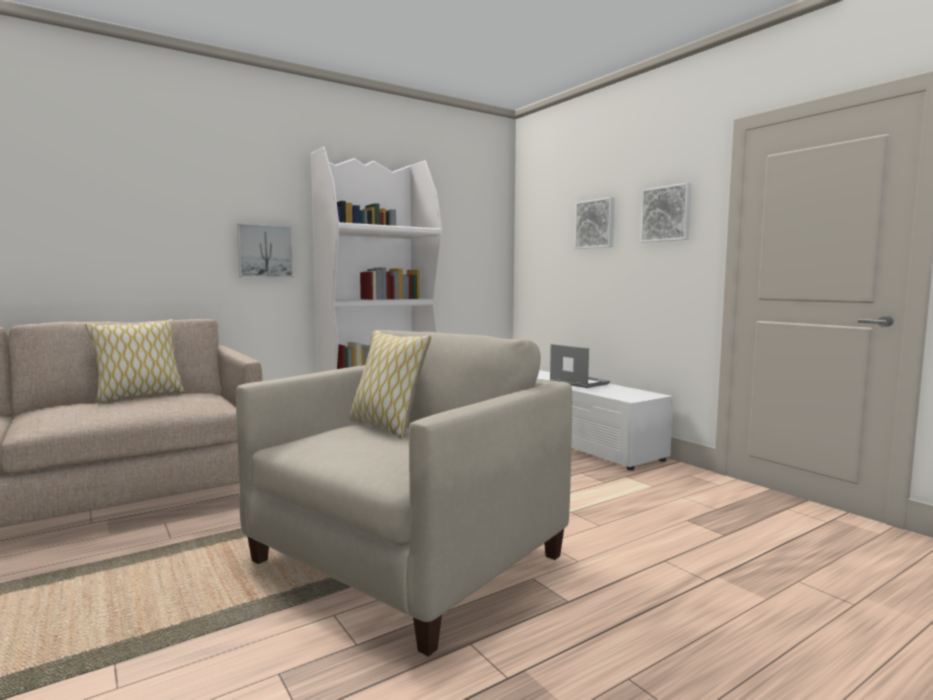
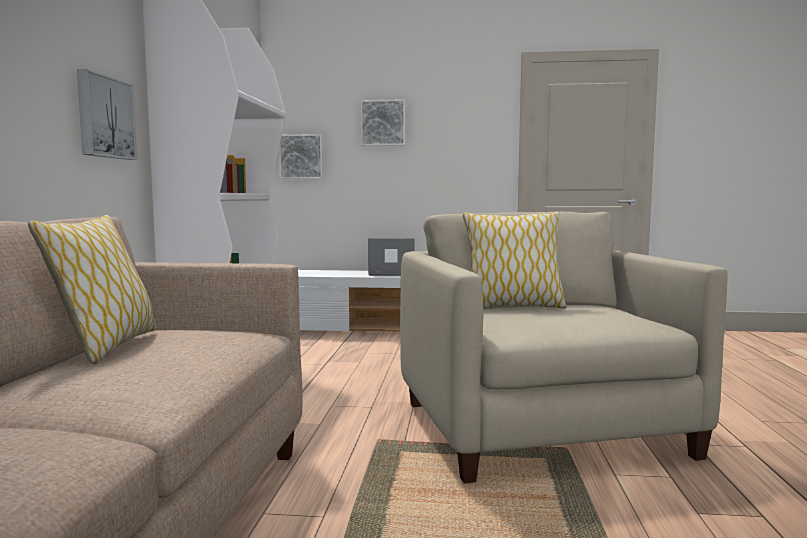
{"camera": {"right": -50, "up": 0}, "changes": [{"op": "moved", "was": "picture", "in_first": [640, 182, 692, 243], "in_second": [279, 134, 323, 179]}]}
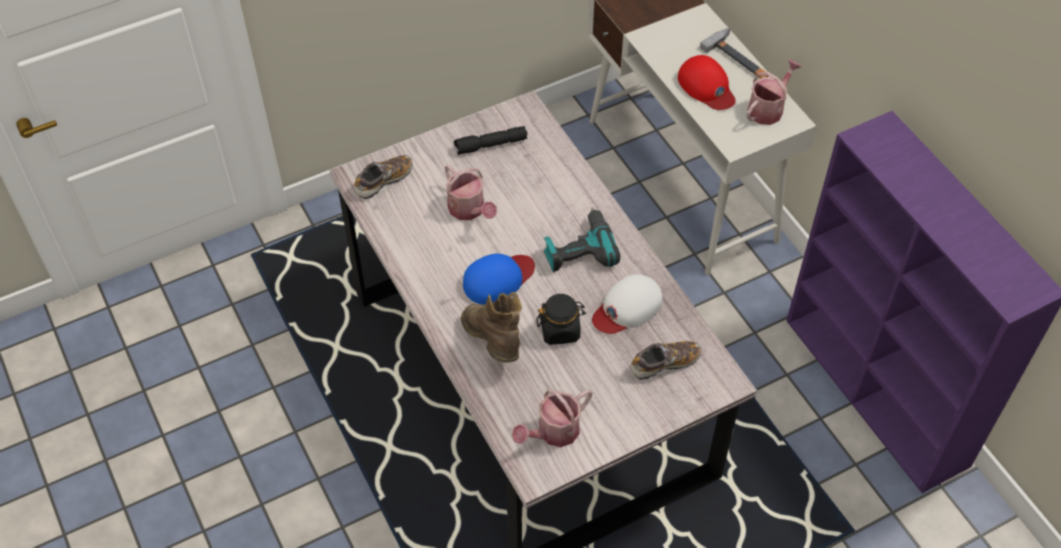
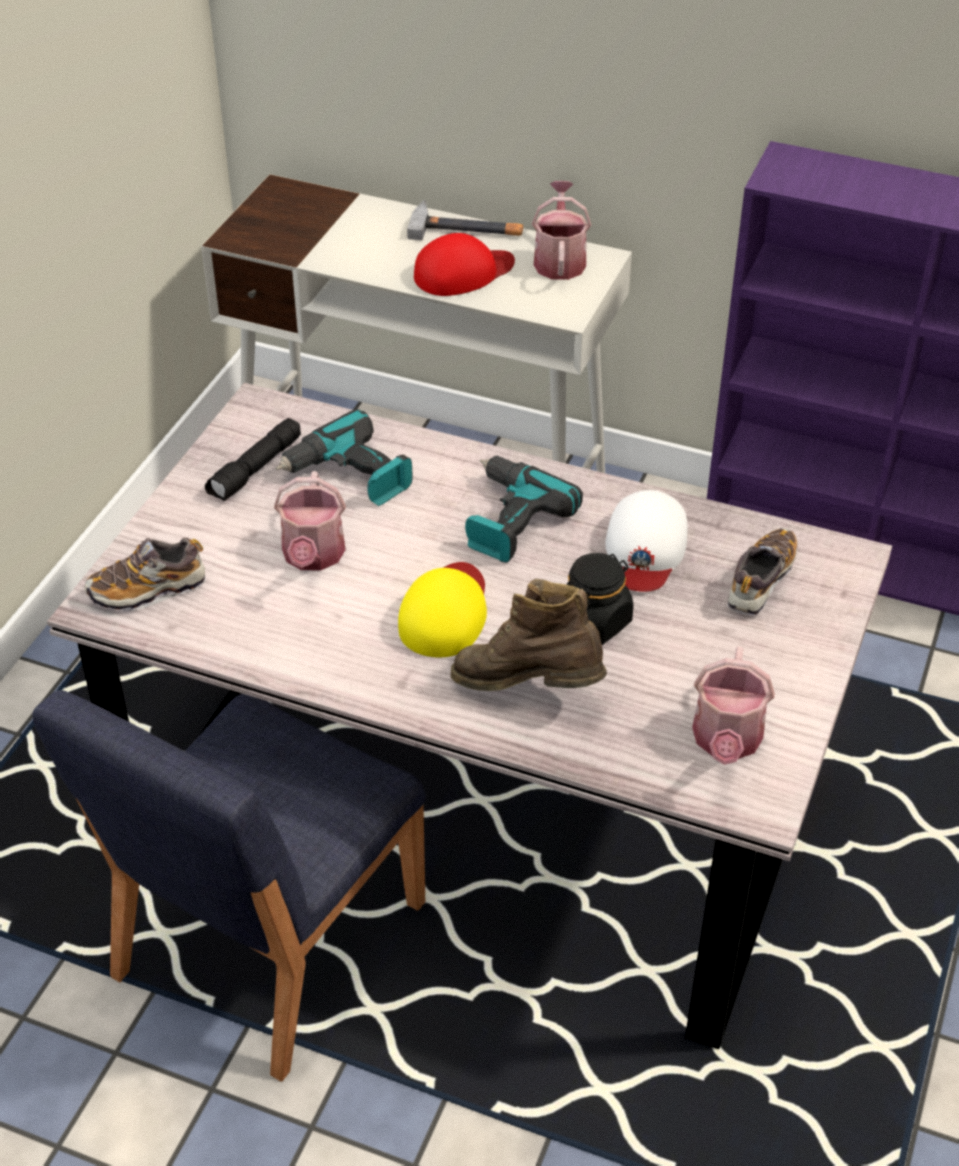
{"camera": {"right": -40, "up": -10}, "changes": [{"op": "turned", "was": "peaked cap/reddish", "in_first": [678, 55, 736, 110], "in_second": [414, 233, 515, 296], "clockwise": -45}, {"op": "turned", "was": "item of footwear", "in_first": [354, 155, 413, 200], "in_second": [85, 538, 206, 611], "clockwise": -120}, {"op": "turned", "was": "watering pot", "in_first": [445, 165, 497, 220], "in_second": [274, 471, 346, 570], "clockwise": 75}, {"op": "recoloured", "was": "peaked cap/bluish", "now": "peaked cap/yellowish", "in_first": [463, 254, 535, 305], "in_second": [398, 562, 487, 658]}, {"op": "added", "now": "drill", "in_second": [276, 409, 412, 506]}, {"op": "added", "now": "plain chair/bluish", "in_second": [32, 690, 426, 1082]}]}
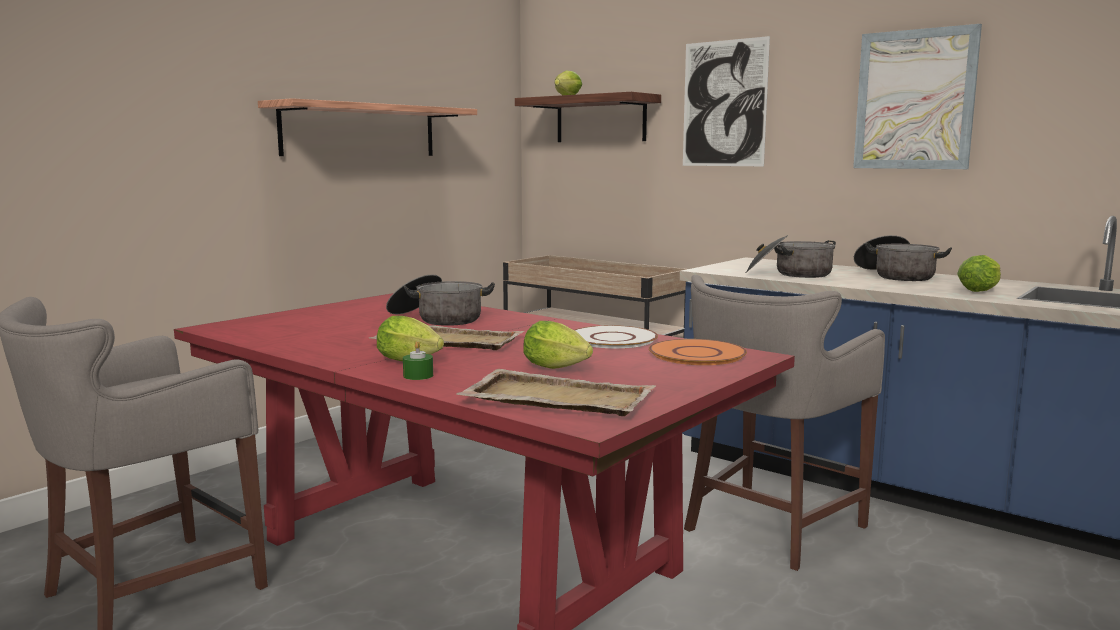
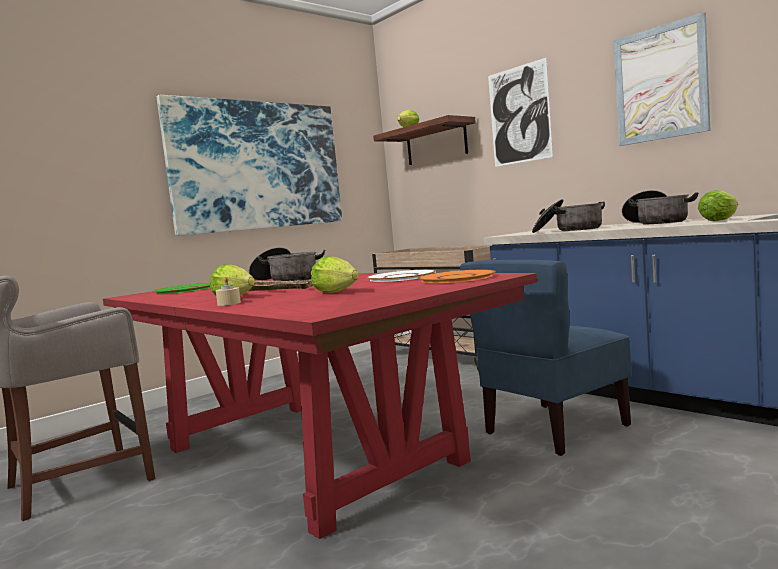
{"camera": {"right": 10, "up": -5}, "changes": [{"op": "replaced", "was": "wall shelf", "now": "picture", "in_first": [258, 98, 477, 156], "in_second": [157, 95, 342, 236]}, {"op": "replaced", "was": "stool seat/gray", "now": "plain chair/bluish", "in_first": [684, 275, 885, 571], "in_second": [460, 260, 631, 456]}, {"op": "recoloured", "was": "wax candle/green", "now": "wax candle/sand-coloured", "in_first": [403, 341, 433, 380], "in_second": [216, 277, 241, 306]}, {"op": "removed", "was": "carrying tray/sand-coloured", "in_first": [456, 369, 656, 416]}, {"op": "added", "now": "dinner plate/green", "in_second": [153, 283, 210, 294]}]}
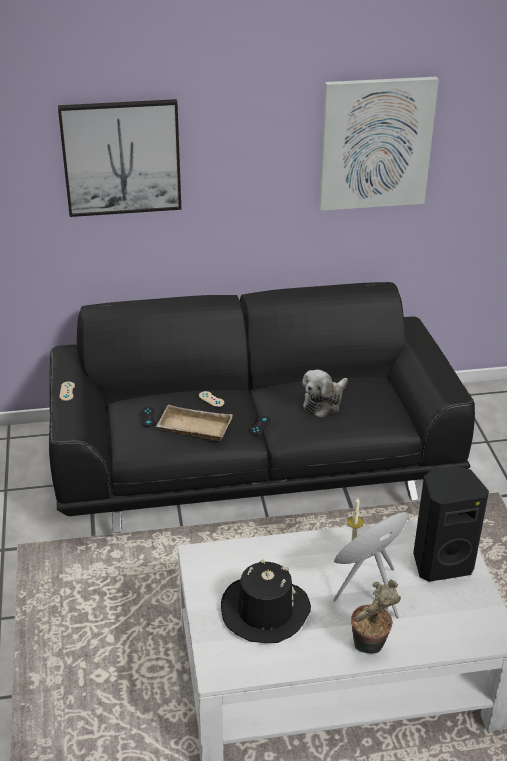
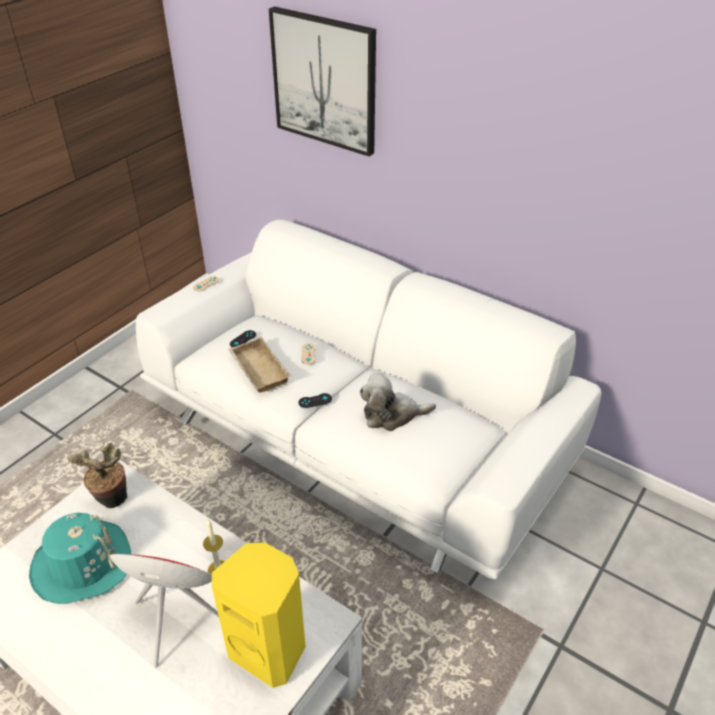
{"camera": {"right": 45, "up": 5}, "changes": [{"op": "removed", "was": "picture", "in_first": [319, 77, 439, 211]}, {"op": "recoloured", "was": "couch/black", "now": "couch/white-coloured", "in_first": [49, 282, 475, 533], "in_second": [136, 219, 602, 579]}, {"op": "recoloured", "was": "loudspeaker/black", "now": "loudspeaker/yellowish", "in_first": [413, 466, 489, 582], "in_second": [212, 543, 306, 688]}, {"op": "recoloured", "was": "clothing hat/black", "now": "clothing hat/blue-green", "in_first": [221, 559, 311, 643], "in_second": [29, 513, 131, 604]}, {"op": "moved", "was": "plant in a pot", "in_first": [351, 579, 401, 654], "in_second": [68, 443, 127, 508]}]}
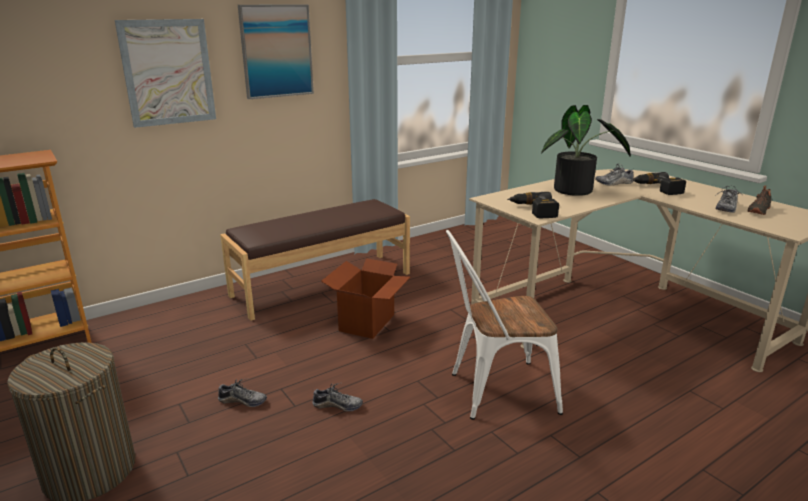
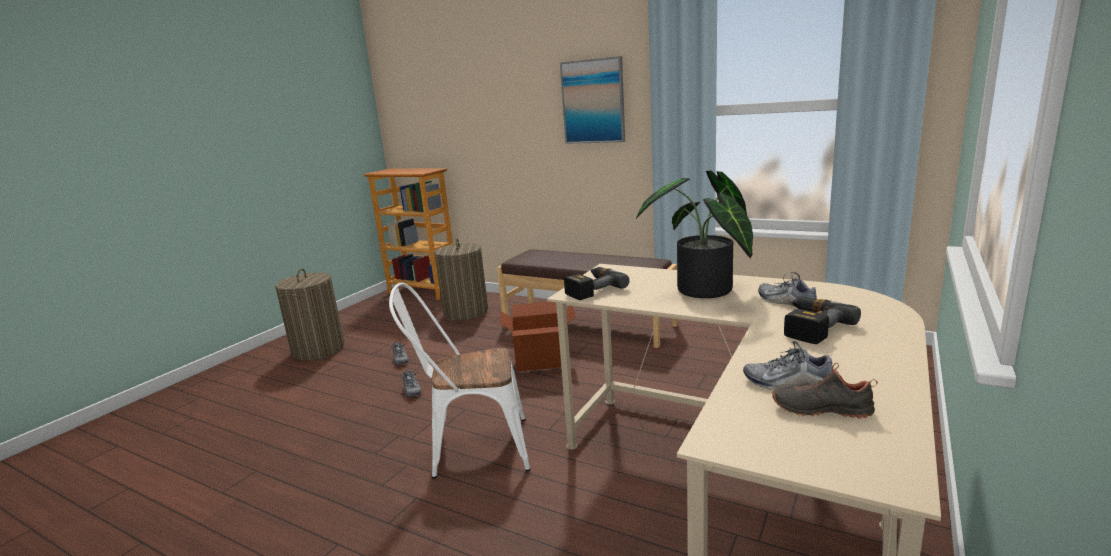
{"camera": {"right": 65, "up": -5}, "changes": [{"op": "removed", "was": "picture", "in_first": [115, 19, 216, 128]}, {"op": "turned", "was": "plain chair/white-coloured", "in_first": [446, 230, 563, 420], "in_second": [389, 283, 530, 479], "clockwise": -60}, {"op": "added", "now": "laundry basket", "in_second": [434, 238, 488, 320]}]}
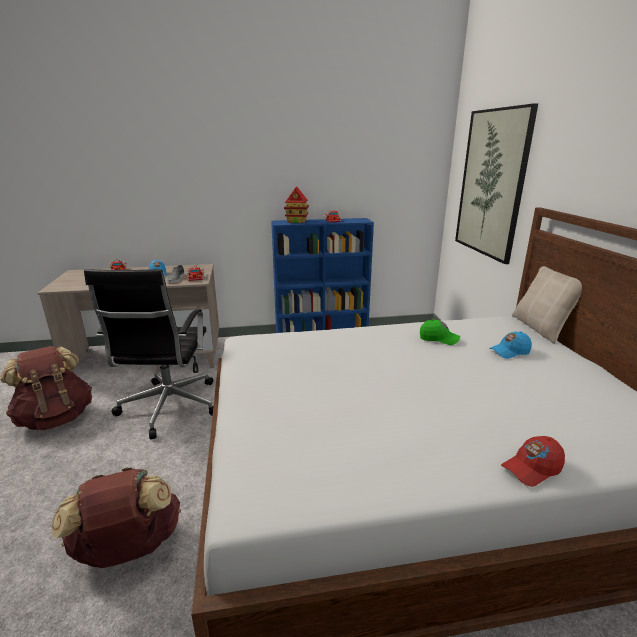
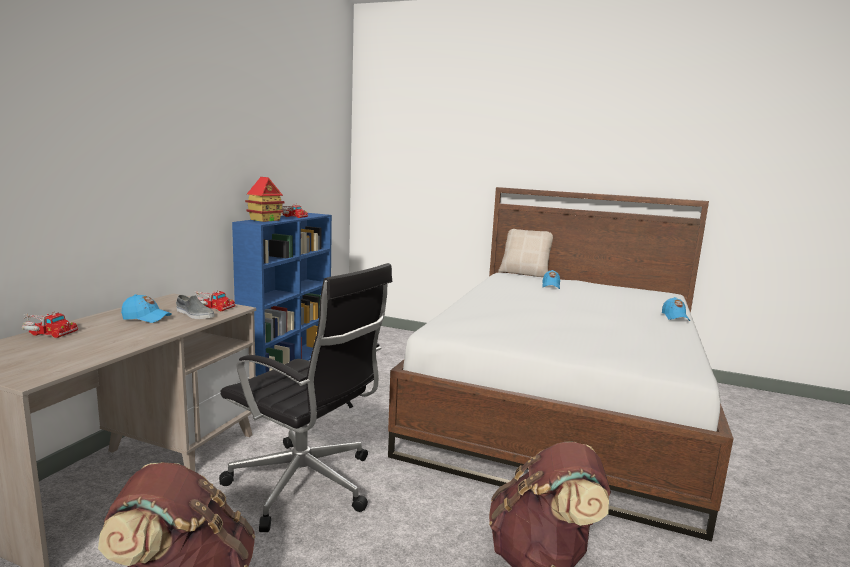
{"camera": {"right": -60, "up": -10}, "changes": [{"op": "removed", "was": "picture", "in_first": [455, 103, 538, 264]}, {"op": "removed", "was": "peaked cap/green", "in_first": [420, 319, 460, 345]}, {"op": "recoloured", "was": "peaked cap/reddish", "now": "peaked cap/bluish", "in_first": [501, 436, 565, 487], "in_second": [662, 297, 690, 321]}]}
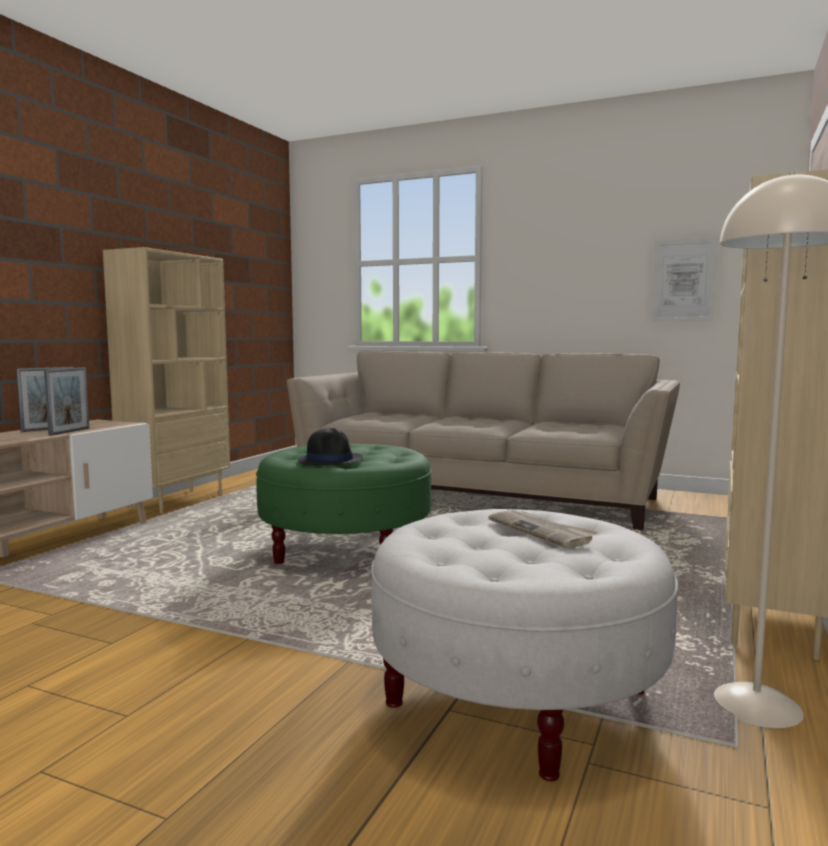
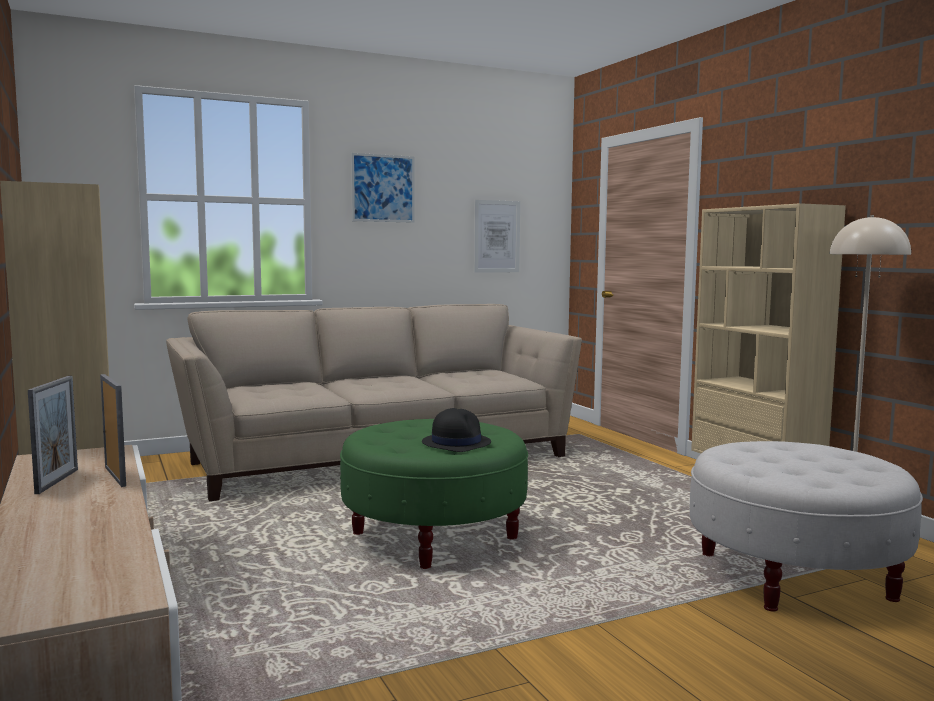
{"camera": {"right": -50, "up": 0}, "changes": [{"op": "removed", "was": "daily paper", "in_first": [488, 510, 597, 548]}, {"op": "added", "now": "picture", "in_second": [351, 153, 415, 223]}]}
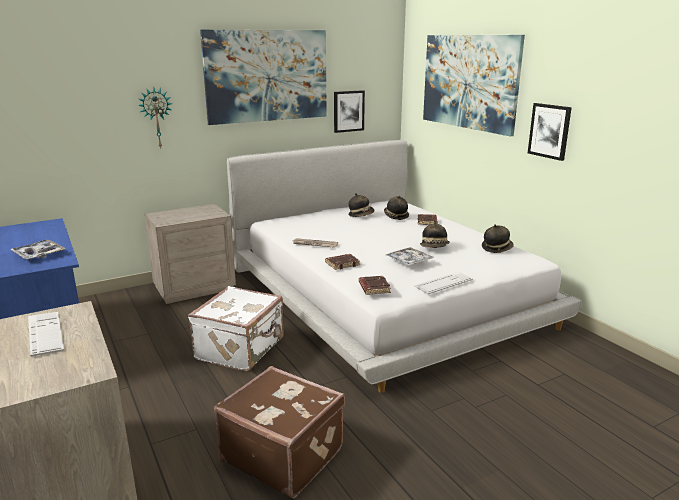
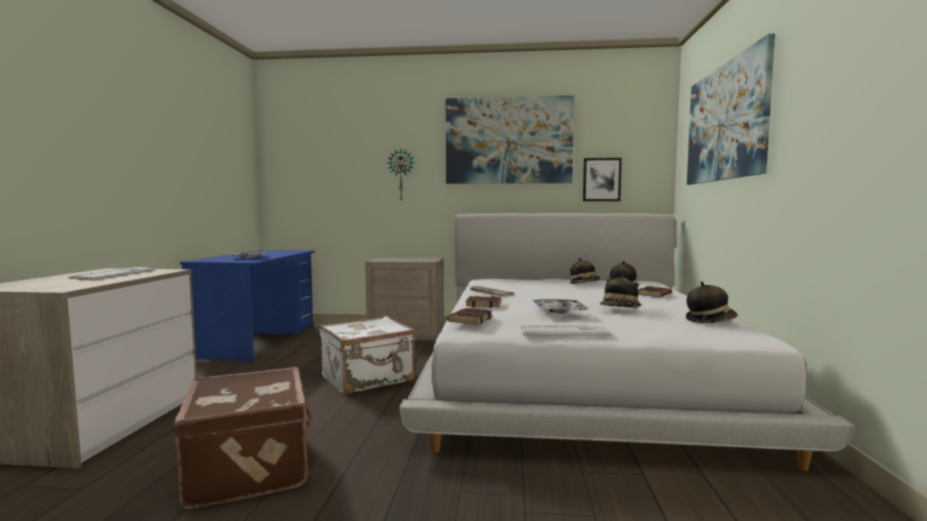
{"camera": {"right": 35, "up": -15}, "changes": [{"op": "removed", "was": "picture", "in_first": [528, 103, 572, 161]}]}
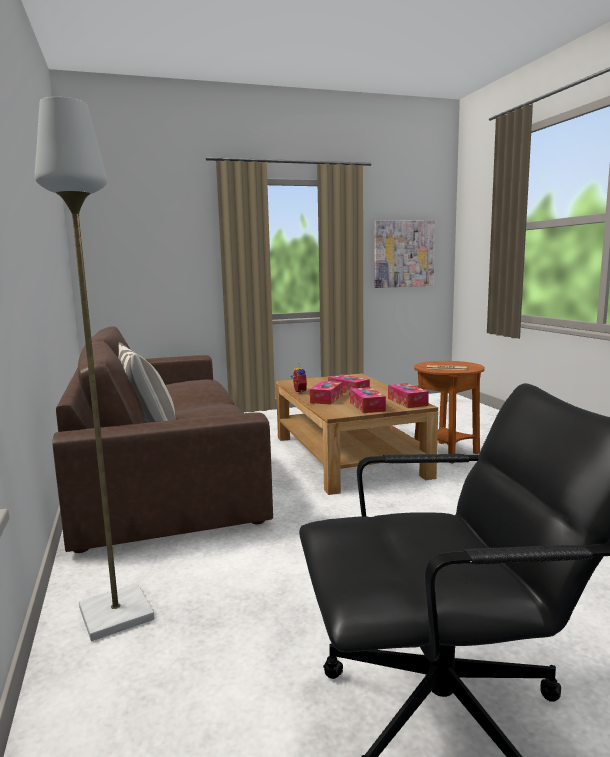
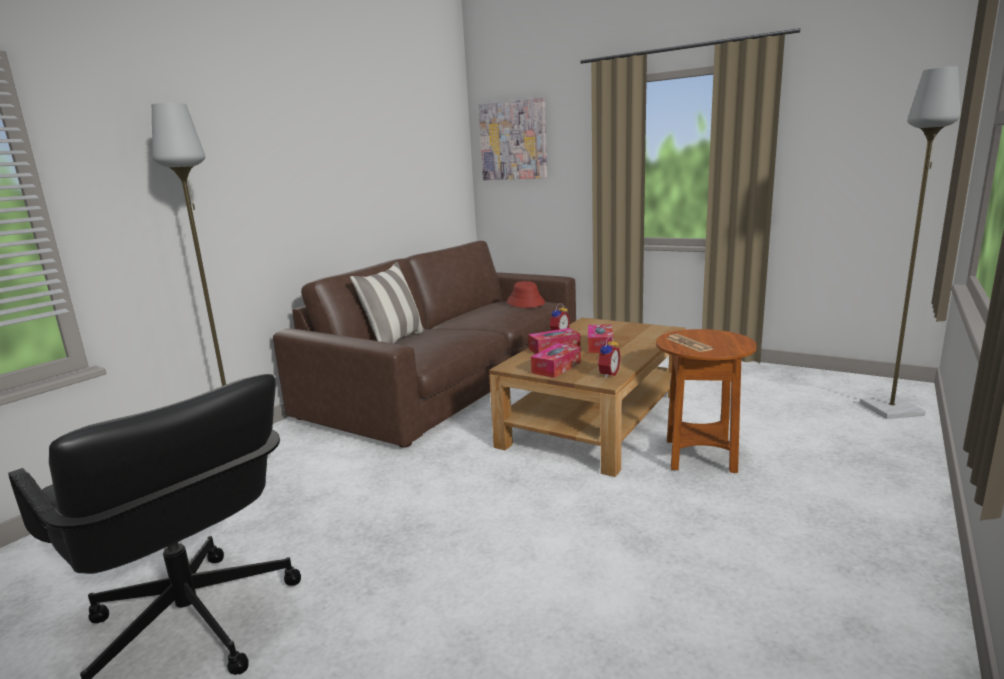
{"camera": {"right": 50, "up": 5}, "changes": [{"op": "moved", "was": "picture", "in_first": [374, 220, 435, 288], "in_second": [479, 97, 547, 180]}, {"op": "replaced", "was": "tissue box", "now": "bedside clock", "in_first": [388, 383, 429, 408], "in_second": [597, 336, 621, 378]}, {"op": "added", "now": "standard lamp/gray", "in_second": [860, 67, 961, 419]}, {"op": "added", "now": "clothing hat/reddish", "in_second": [507, 281, 545, 308]}]}
